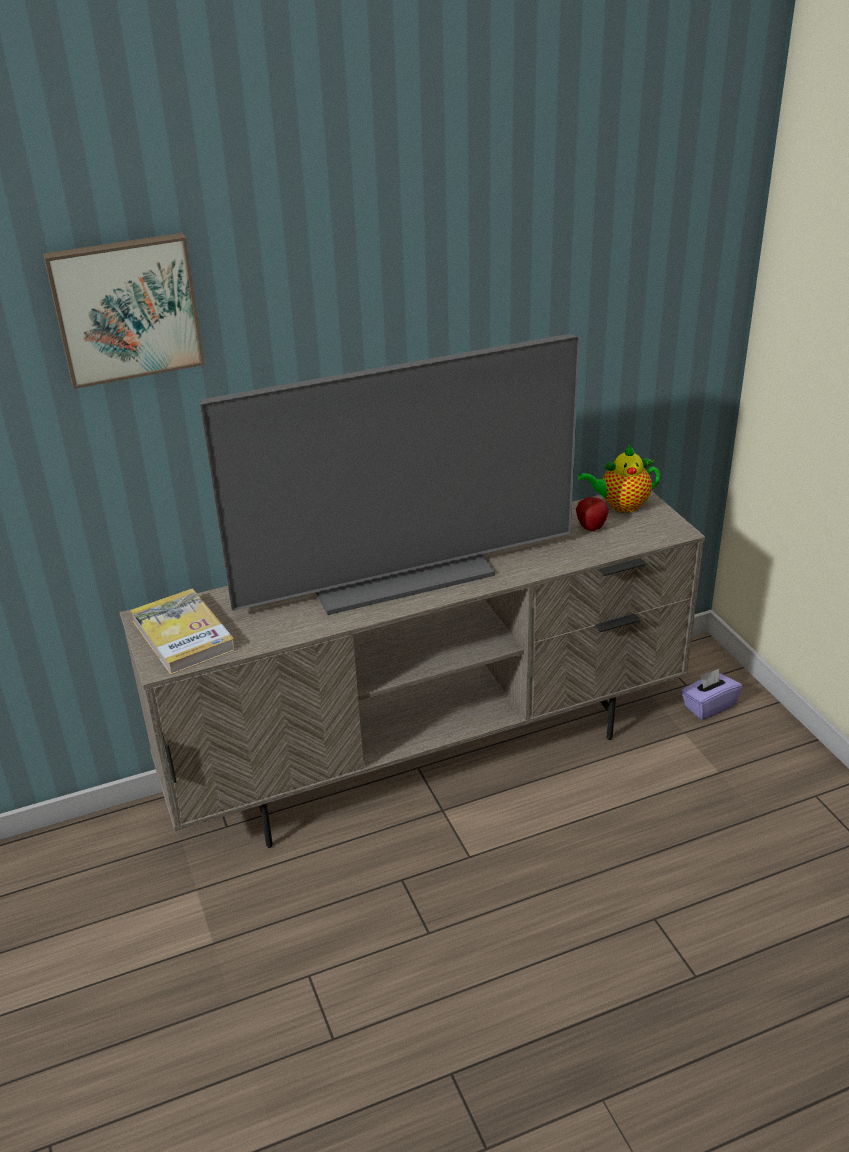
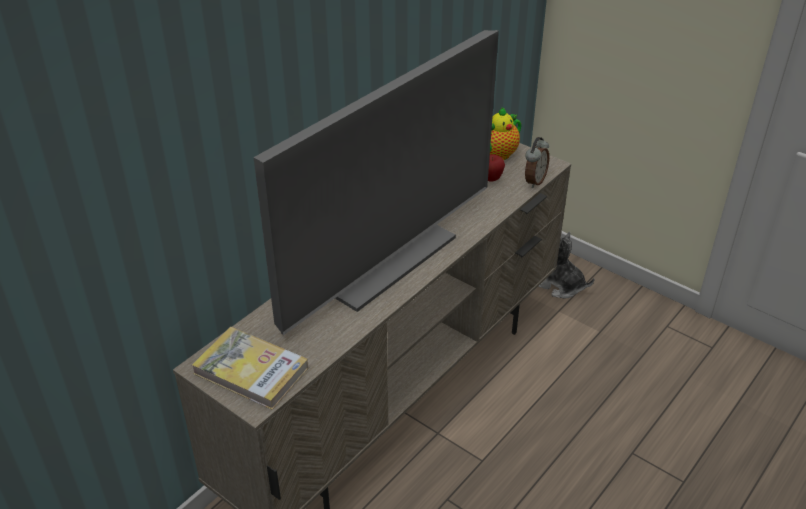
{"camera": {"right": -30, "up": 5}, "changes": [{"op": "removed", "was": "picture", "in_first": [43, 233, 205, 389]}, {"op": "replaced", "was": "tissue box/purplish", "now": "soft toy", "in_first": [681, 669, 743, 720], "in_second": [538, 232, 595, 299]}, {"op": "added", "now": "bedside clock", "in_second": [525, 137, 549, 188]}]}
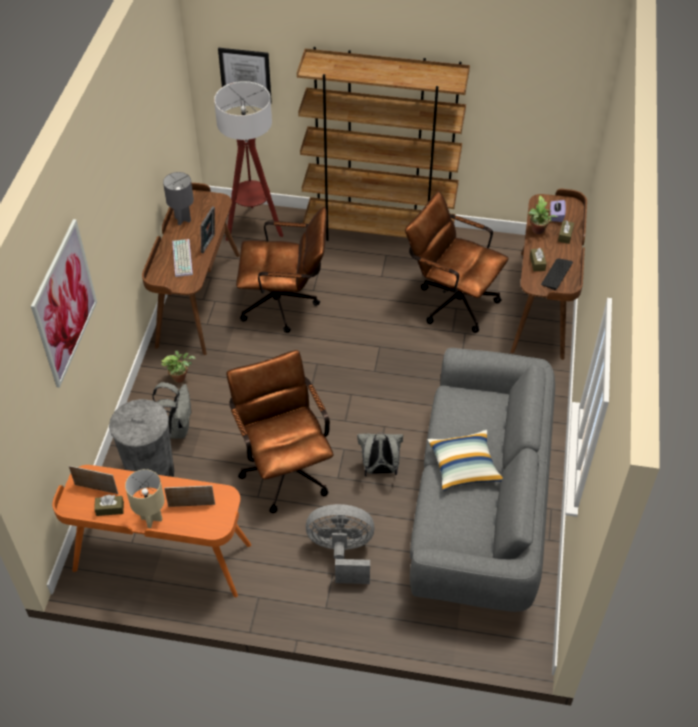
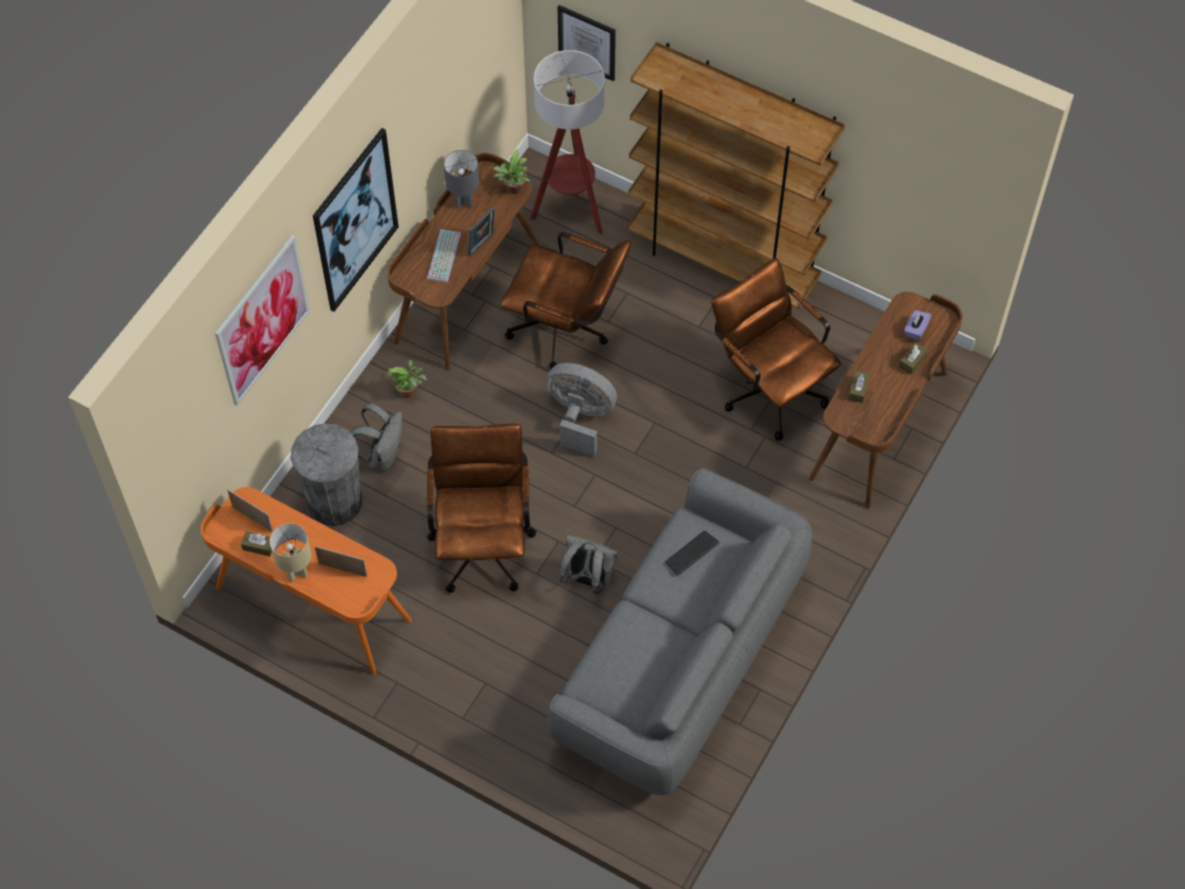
{"camera": {"right": 20, "up": 10}, "changes": [{"op": "moved", "was": "plant in a pot", "in_first": [528, 195, 558, 234], "in_second": [493, 149, 531, 194]}, {"op": "moved", "was": "PC keyboard", "in_first": [541, 259, 573, 290], "in_second": [665, 531, 719, 575]}, {"op": "removed", "was": "cushion", "in_first": [427, 430, 503, 491]}, {"op": "moved", "was": "fan/gray", "in_first": [306, 504, 375, 584], "in_second": [546, 363, 617, 456]}, {"op": "added", "now": "picture", "in_second": [313, 128, 399, 312]}]}
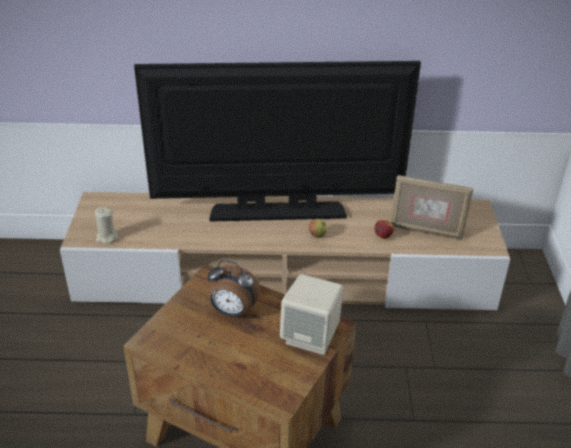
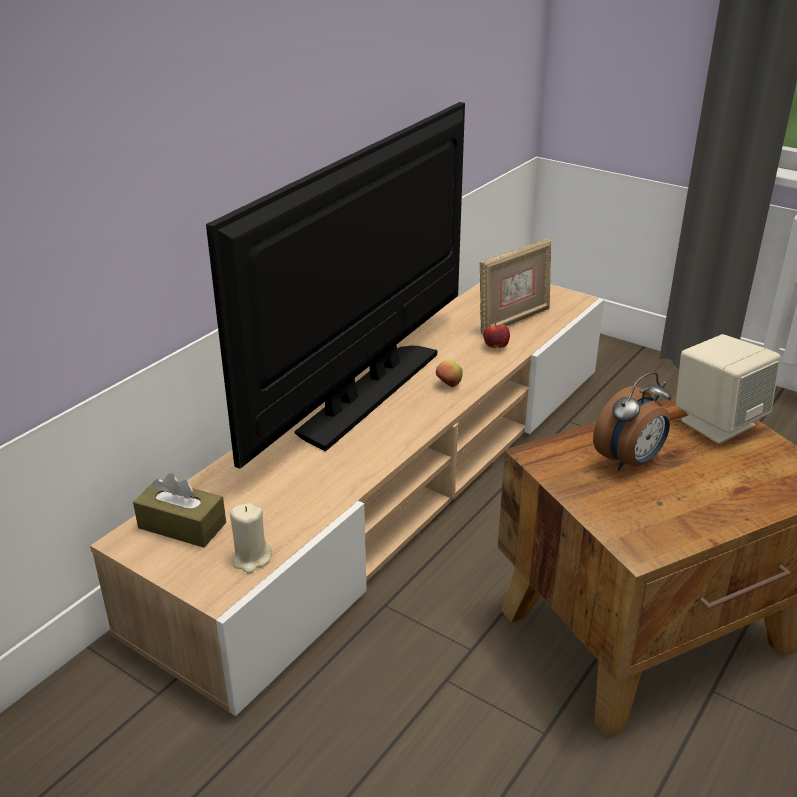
{"camera": {"right": -55, "up": -5}, "changes": [{"op": "added", "now": "tissue box/brown", "in_second": [133, 473, 226, 548]}]}
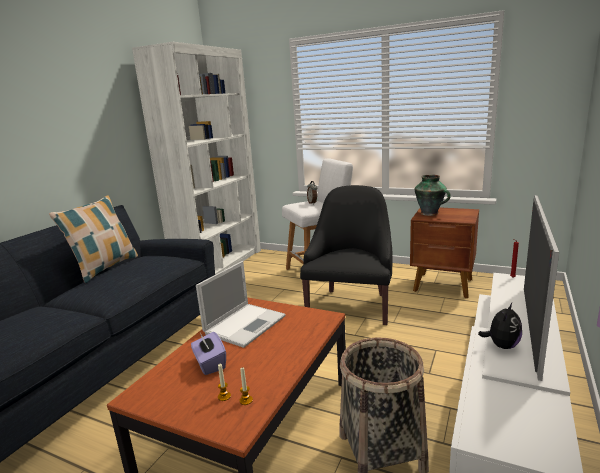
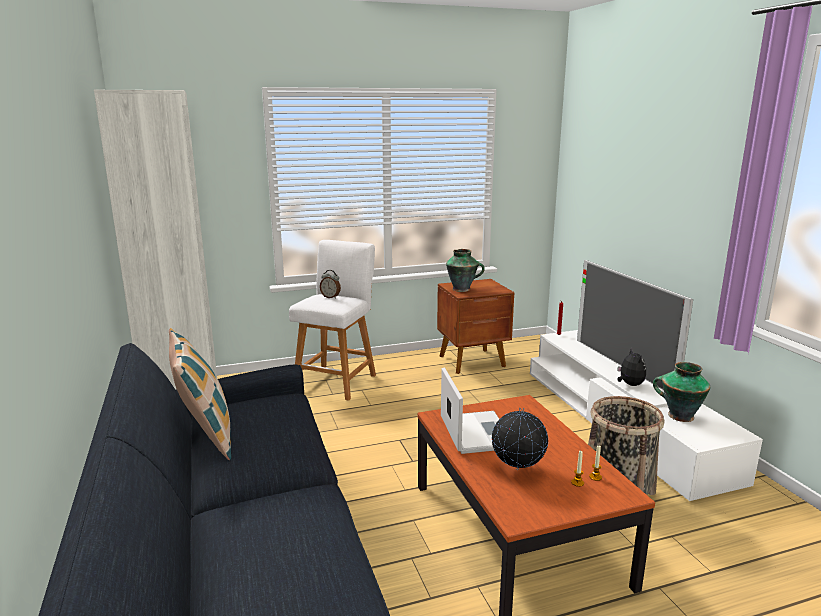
{"camera": {"right": -45, "up": 0}, "changes": [{"op": "removed", "was": "armchair/black", "in_first": [300, 185, 393, 325]}, {"op": "replaced", "was": "tissue box/purplish", "now": "desk globe", "in_first": [191, 332, 226, 375], "in_second": [492, 408, 548, 470]}, {"op": "added", "now": "flower vase", "in_second": [653, 362, 710, 422]}]}
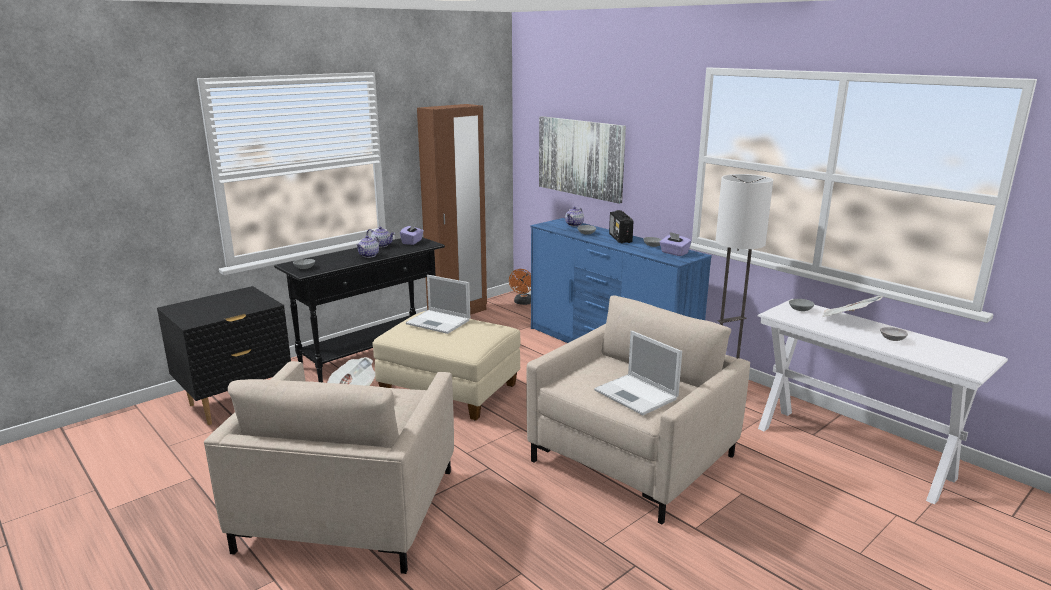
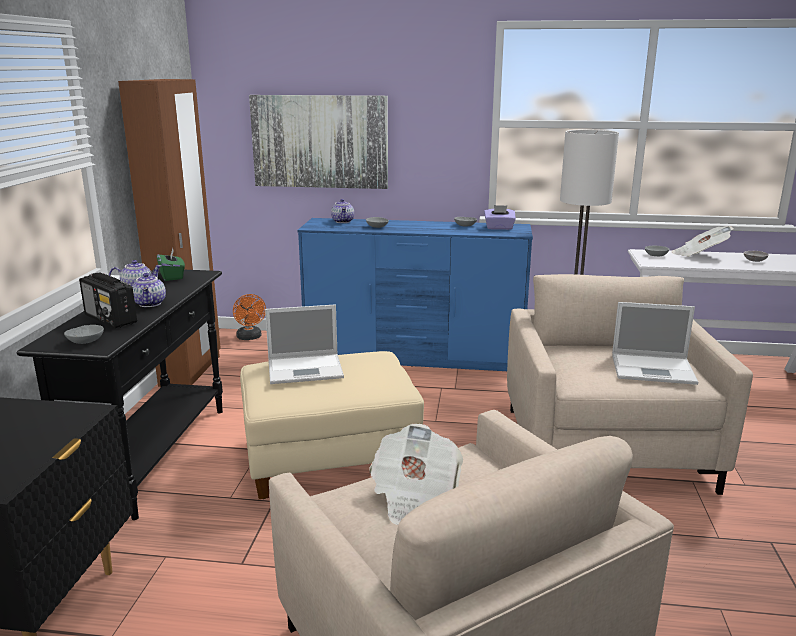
{"camera": {"right": -40, "up": 0}, "changes": [{"op": "moved", "was": "radio receiver", "in_first": [609, 210, 633, 243], "in_second": [79, 273, 137, 328]}, {"op": "recoloured", "was": "tissue box/purplish", "now": "tissue box/green", "in_first": [400, 223, 424, 245], "in_second": [157, 248, 185, 281]}]}
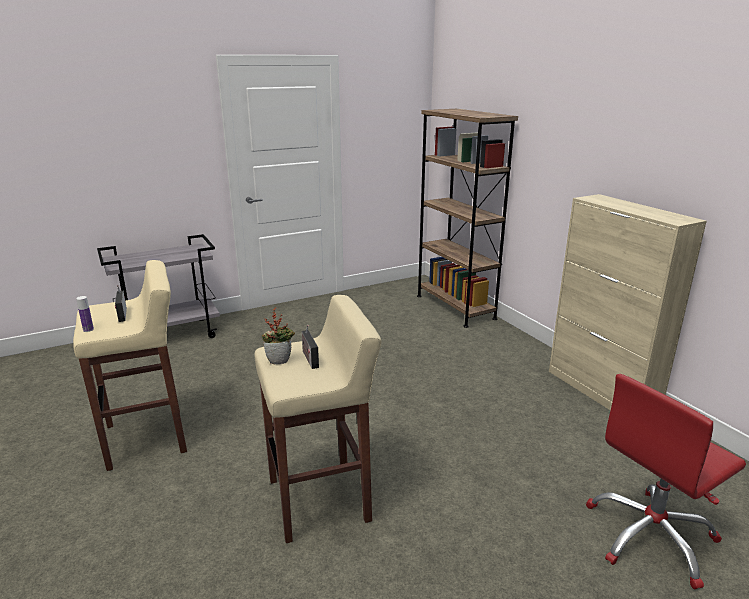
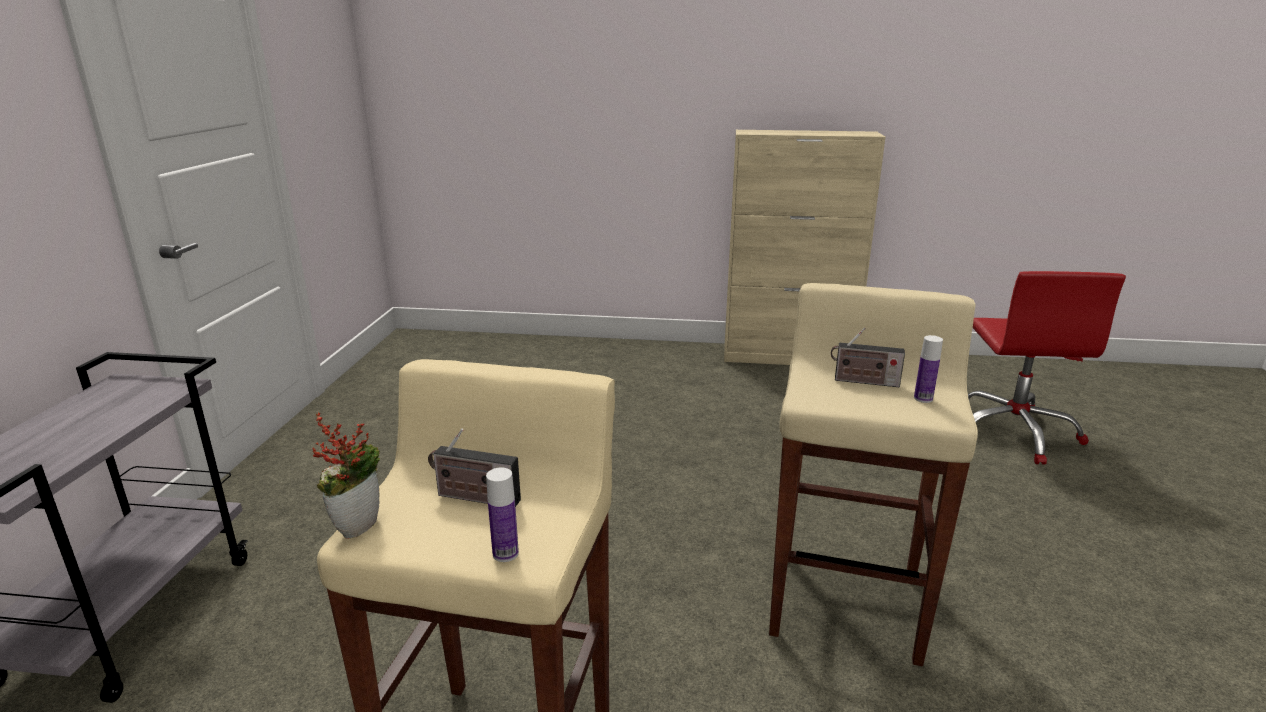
{"camera": {"right": -55, "up": 0}, "changes": [{"op": "removed", "was": "shelving unit/brown", "in_first": [417, 109, 518, 328]}, {"op": "moved", "was": "plant in a pot", "in_first": [262, 307, 295, 364], "in_second": [312, 412, 380, 539]}, {"op": "added", "now": "bottle", "in_second": [914, 335, 943, 403]}]}
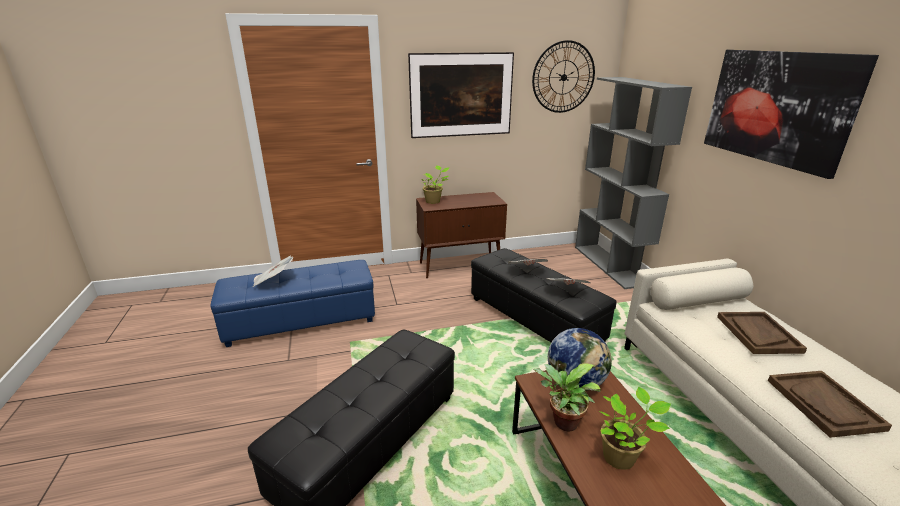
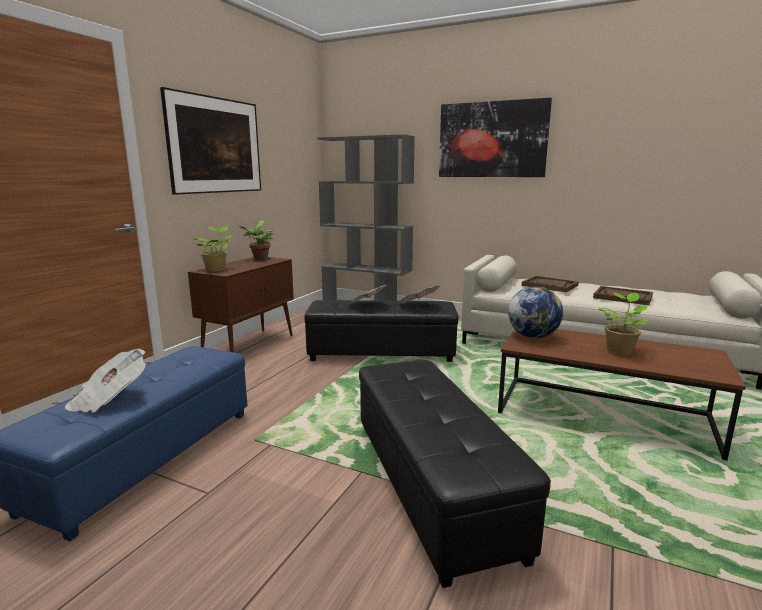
{"camera": {"right": -50, "up": -10}, "changes": [{"op": "removed", "was": "clock on the wall", "in_first": [532, 40, 595, 113]}, {"op": "moved", "was": "plant in a pot", "in_first": [533, 364, 601, 432], "in_second": [238, 221, 273, 260]}]}
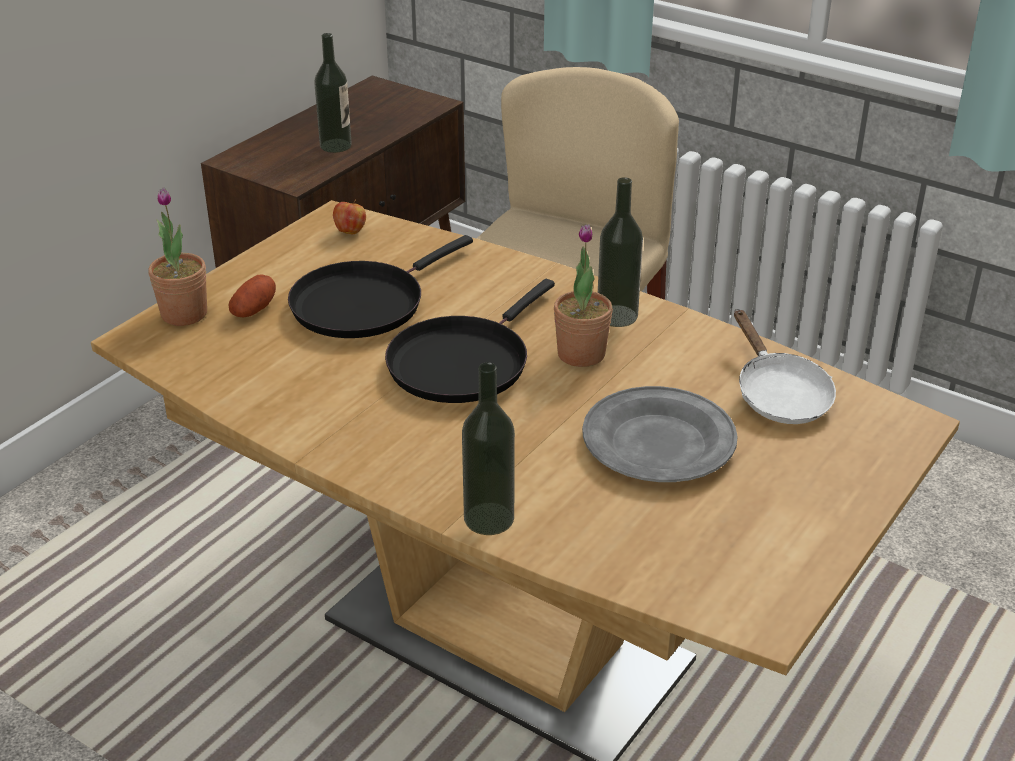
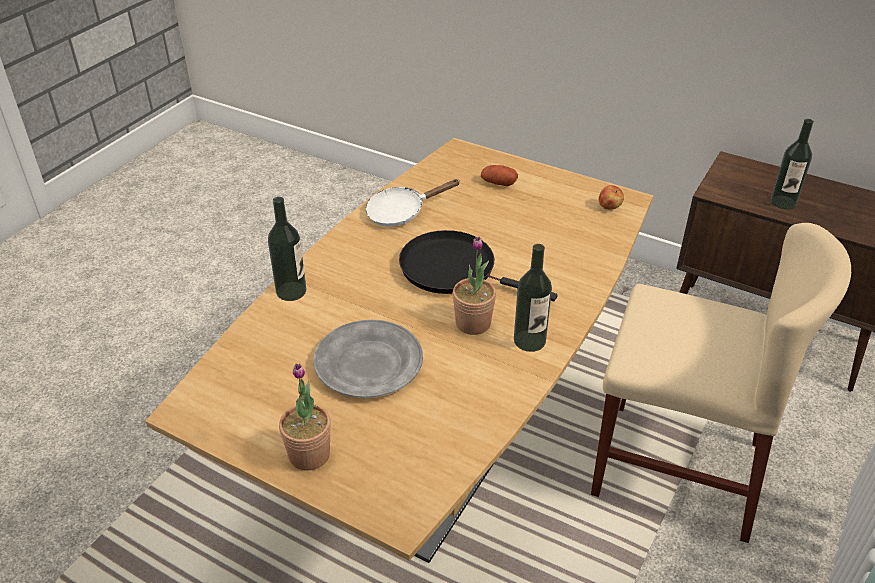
{"camera": {"right": 85, "up": 5}, "changes": [{"op": "moved", "was": "plant in a pot", "in_first": [149, 187, 207, 326], "in_second": [279, 364, 331, 471]}, {"op": "removed", "was": "skillet/black", "in_first": [288, 235, 473, 338]}, {"op": "moved", "was": "skillet/white-coloured", "in_first": [734, 309, 836, 424], "in_second": [365, 179, 459, 227]}]}
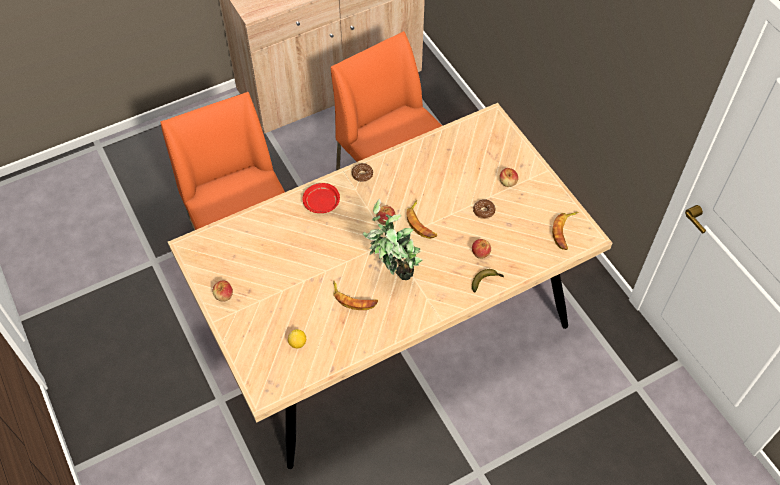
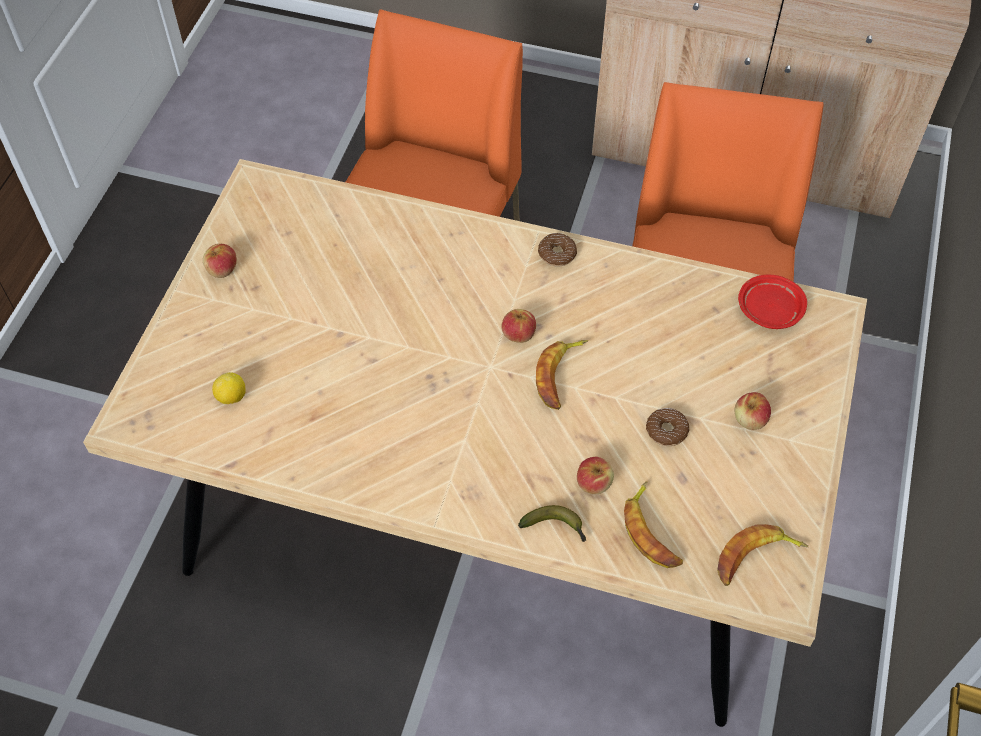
{"camera": {"right": 45, "up": 0}, "changes": [{"op": "moved", "was": "dinner plate/reddish", "in_first": [303, 183, 340, 213], "in_second": [738, 275, 807, 329]}, {"op": "removed", "was": "plant in a pot", "in_first": [363, 199, 423, 280]}, {"op": "moved", "was": "banana", "in_first": [333, 281, 378, 310], "in_second": [624, 482, 683, 568]}]}
